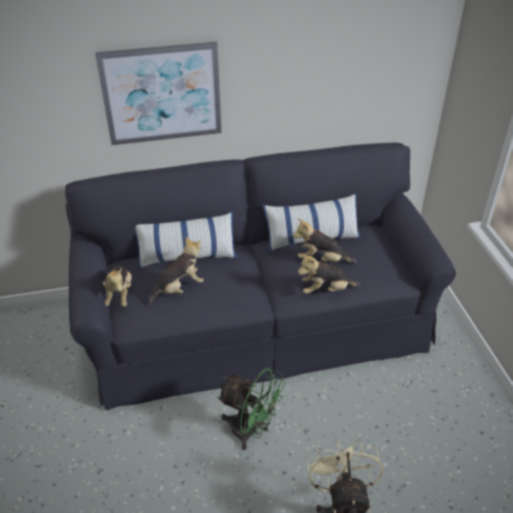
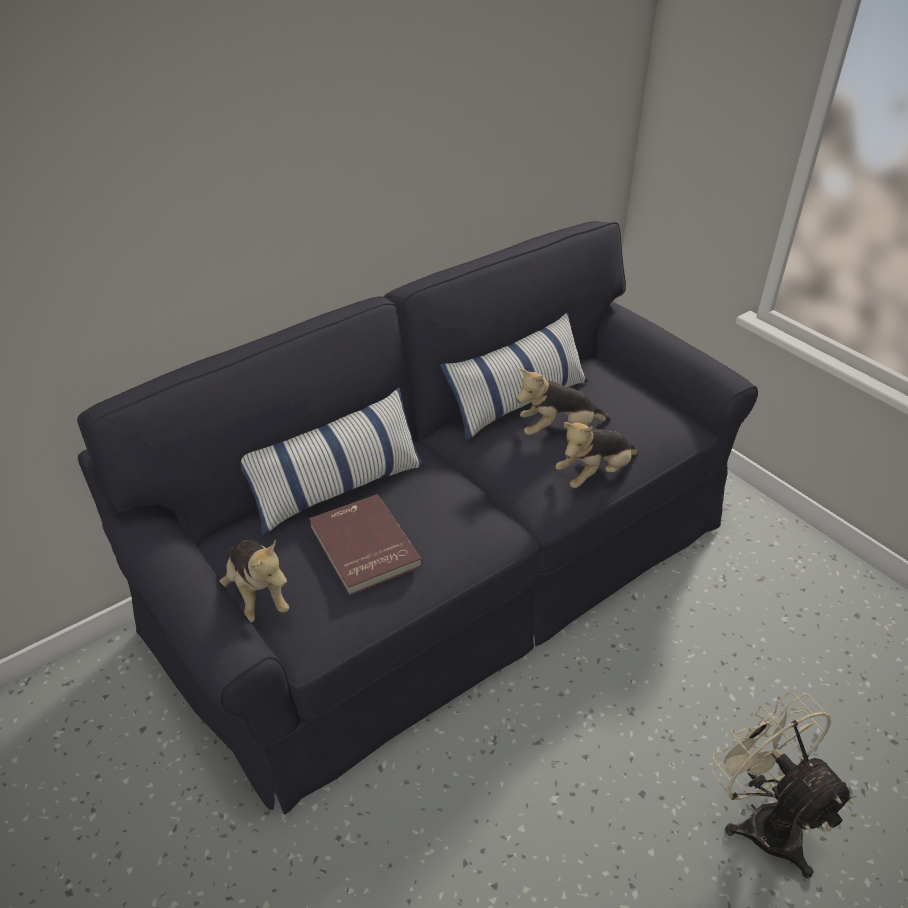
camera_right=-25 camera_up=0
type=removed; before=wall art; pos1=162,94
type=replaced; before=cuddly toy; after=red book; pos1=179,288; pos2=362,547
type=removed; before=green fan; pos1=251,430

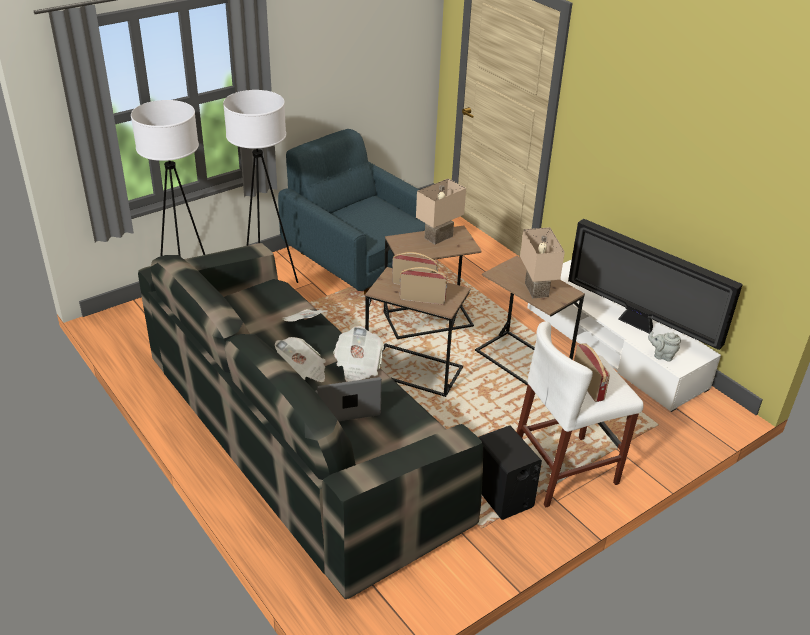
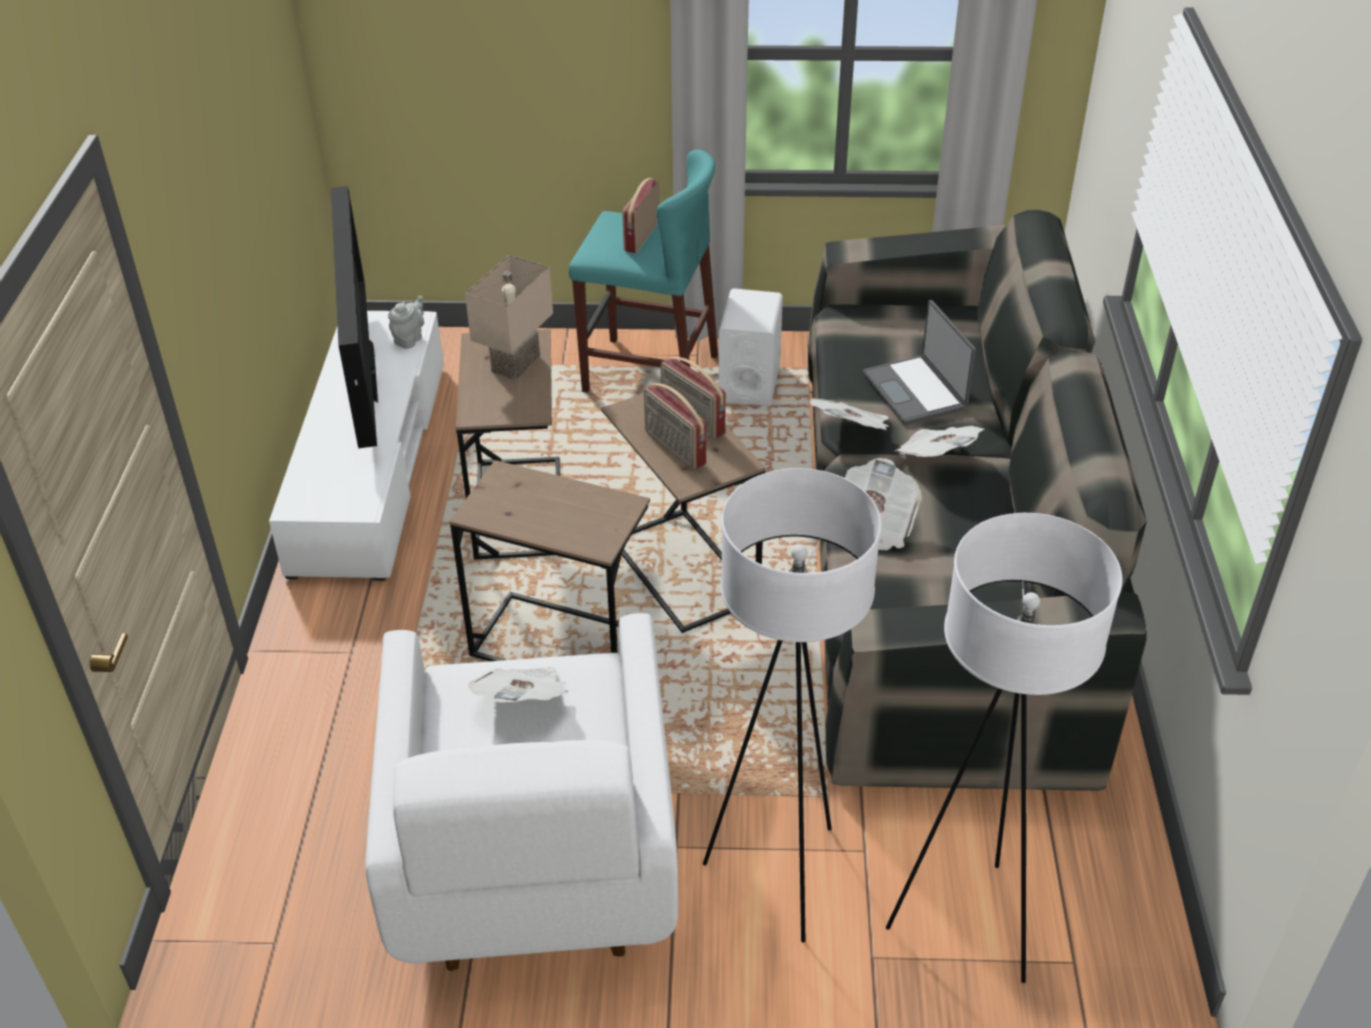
camera_right=-140 camera_up=5
type=recoloured; before=bluish armchair; after=whitish armchair; pos1=357,261; pos2=534,856
type=turned; before=portable computer; pos1=345,406; pos2=916,391; turn=45
type=removed; before=beige-coloured table lamp; pos1=438,236
type=recoloured; before=black-coloured loudspeaker; after=whitish loudspeaker; pos1=503,496; pos2=749,383
type=recoloured; before=whitish stool; after=turquoise-coloured stool; pos1=564,470; pos2=650,374
type=turned; before=greyish teapot; pos1=662,355; pos2=410,339; turn=-120
type=added; after=daily paper; pos2=524,701

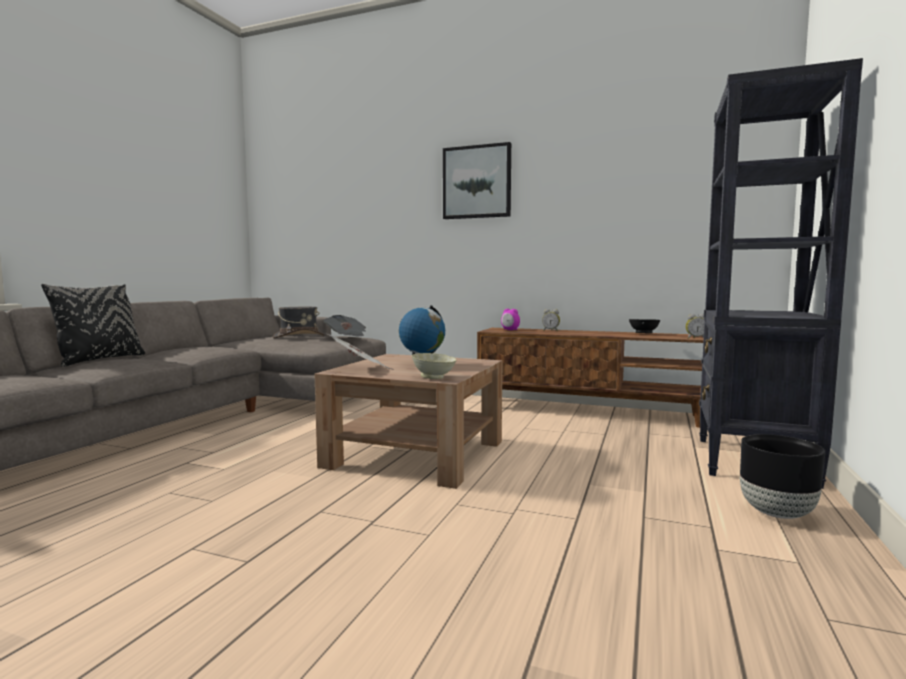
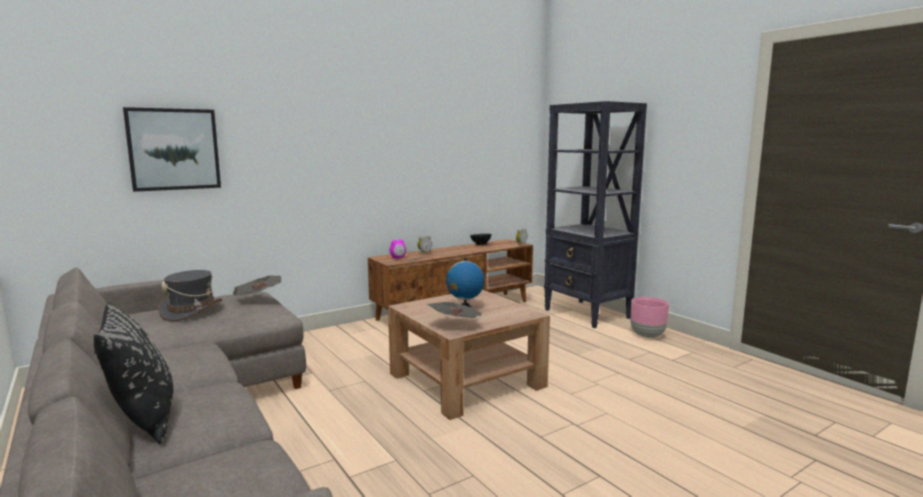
camera_right=-55 camera_up=5
type=removed; before=beige-coloured deep dish; pos1=434,377
type=moved; before=wall art; pos1=477,182; pos2=174,149
type=recoloured; before=black-coloured plant pot; after=pink-coloured plant pot; pos1=777,513; pos2=648,336

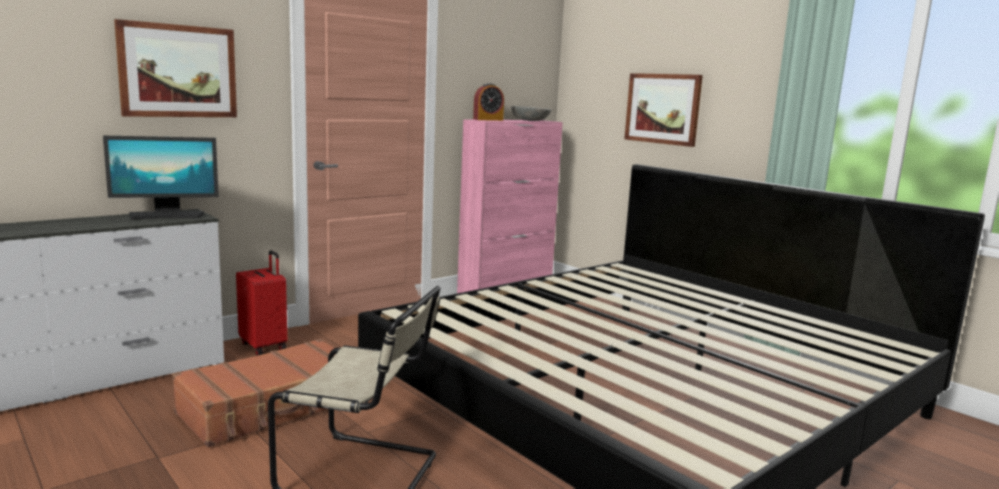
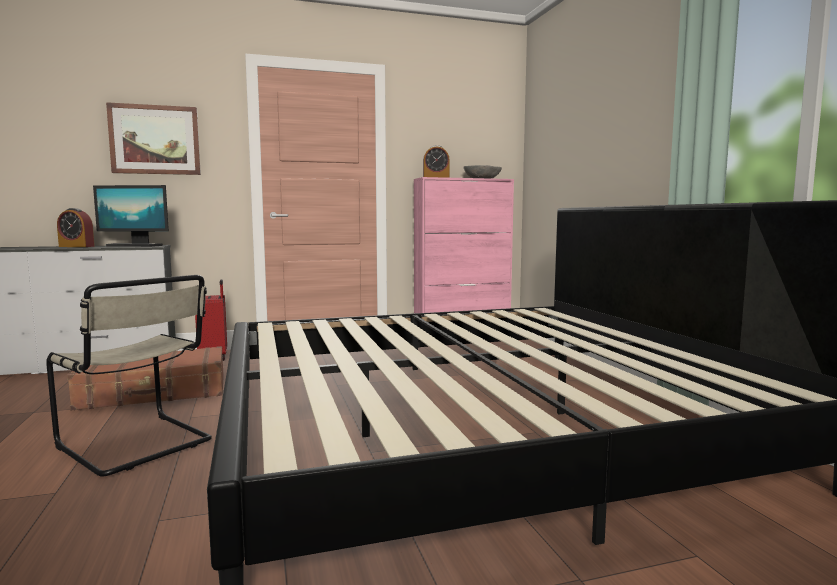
camera_right=25 camera_up=-5
type=removed; before=wall art; pos1=662,108
type=added; after=alarm clock; pos2=76,246

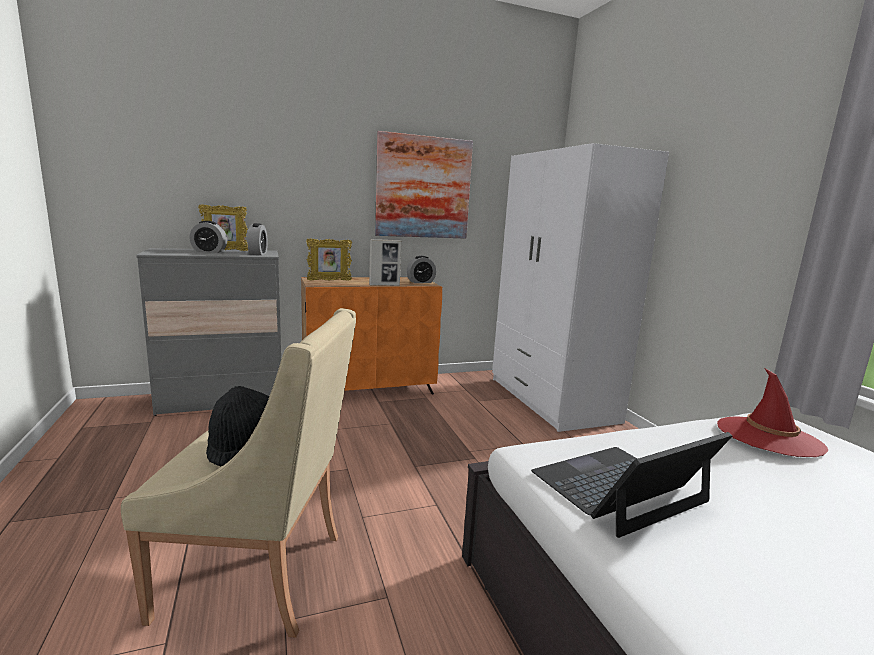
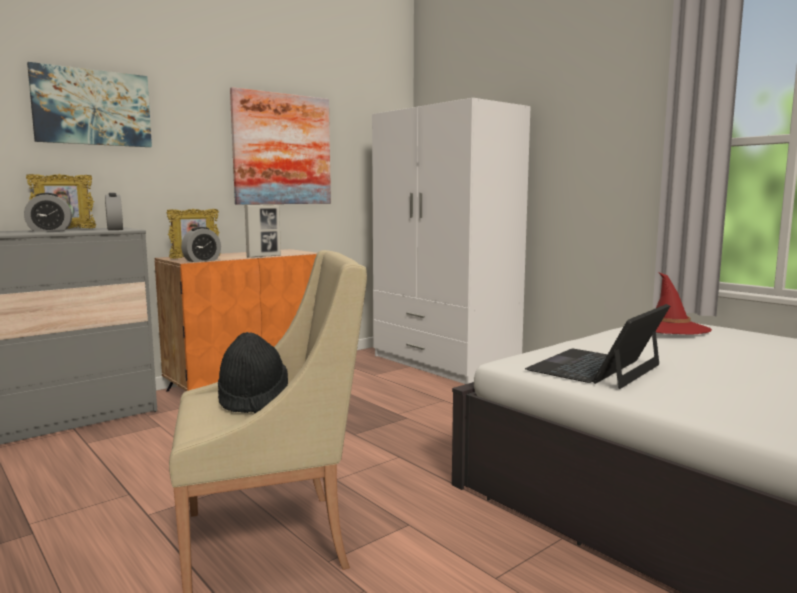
camera_right=-20 camera_up=-5
type=moved; before=alarm clock; pos1=420,282; pos2=202,260
type=added; after=wall art; pos2=92,107

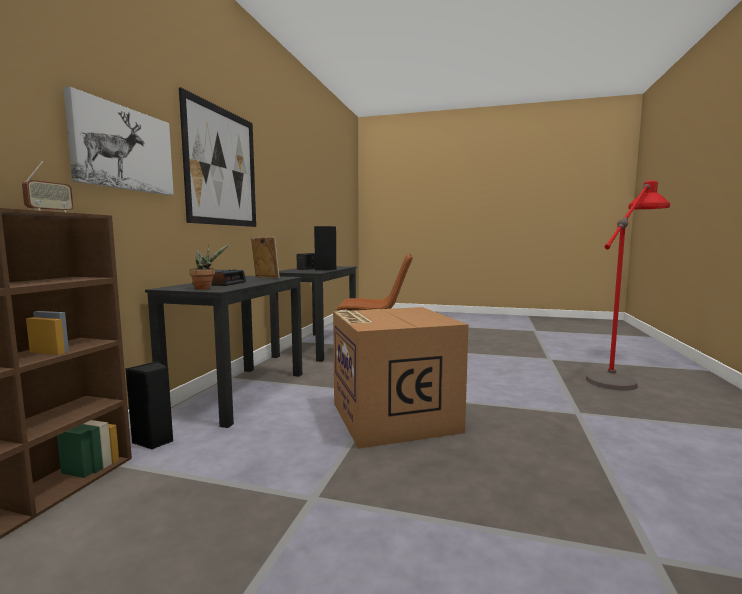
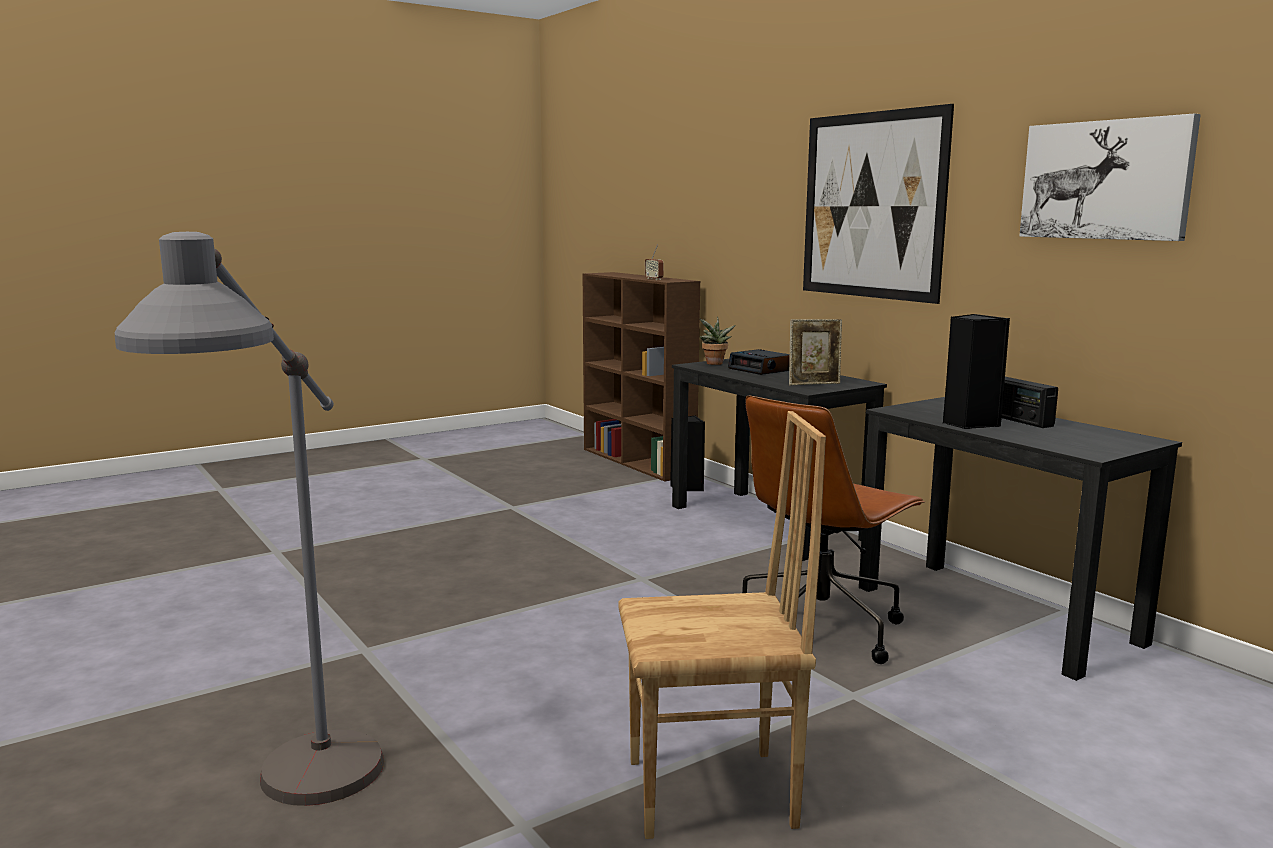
camera_right=130 camera_up=5
type=moved; before=wall art; pos1=123,149; pos2=1105,180
type=removed; before=cardboard box; pos1=392,416
type=recoloured; before=red standing lamp; after=greyish standing lamp; pos1=621,375; pos2=298,822
type=added; after=brownish upright chair; pos2=712,795

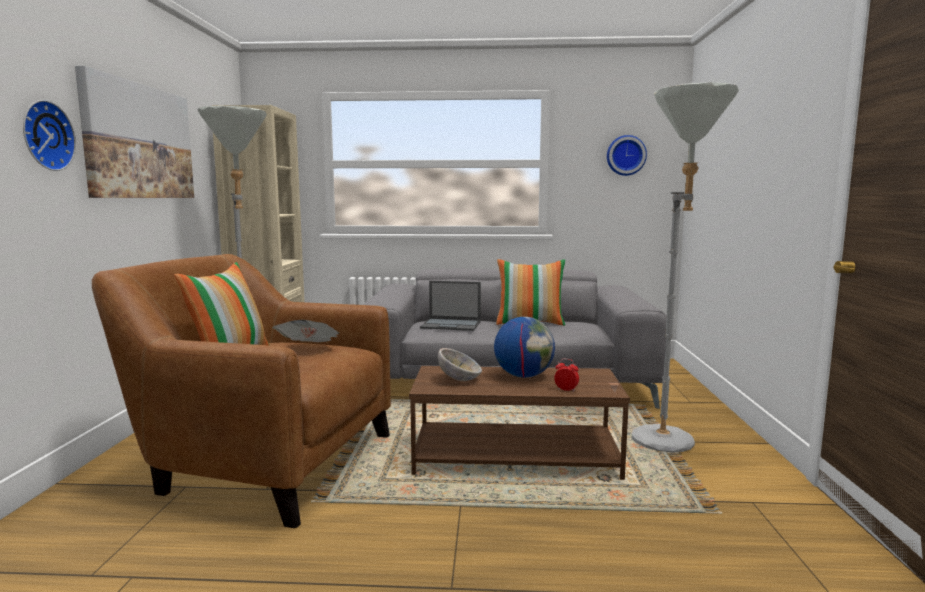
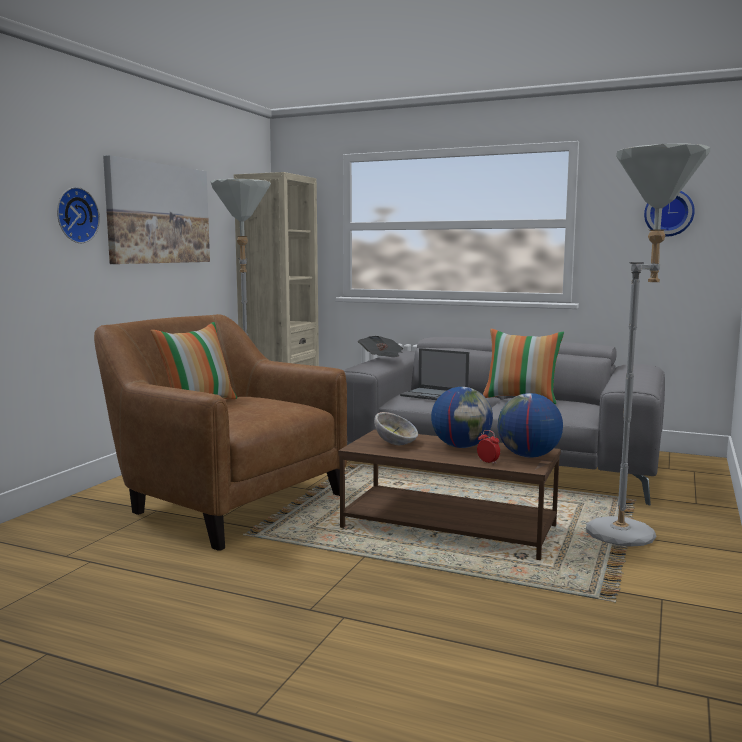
camera_right=20 camera_up=0
type=moved; before=daily paper; pos1=309,349; pos2=382,360
type=added; after=desk globe; pos2=528,456

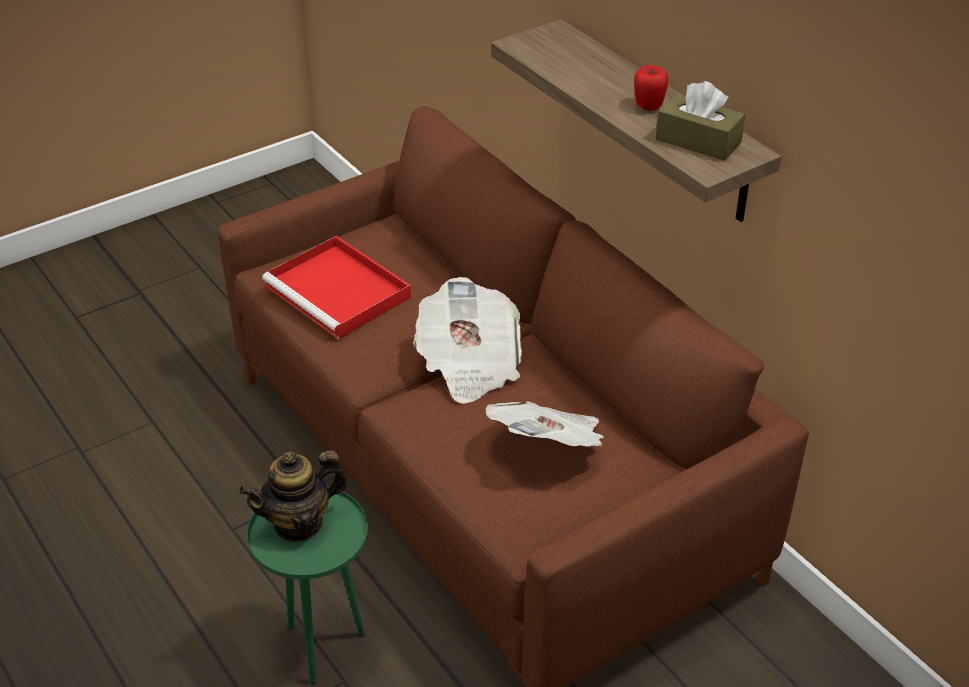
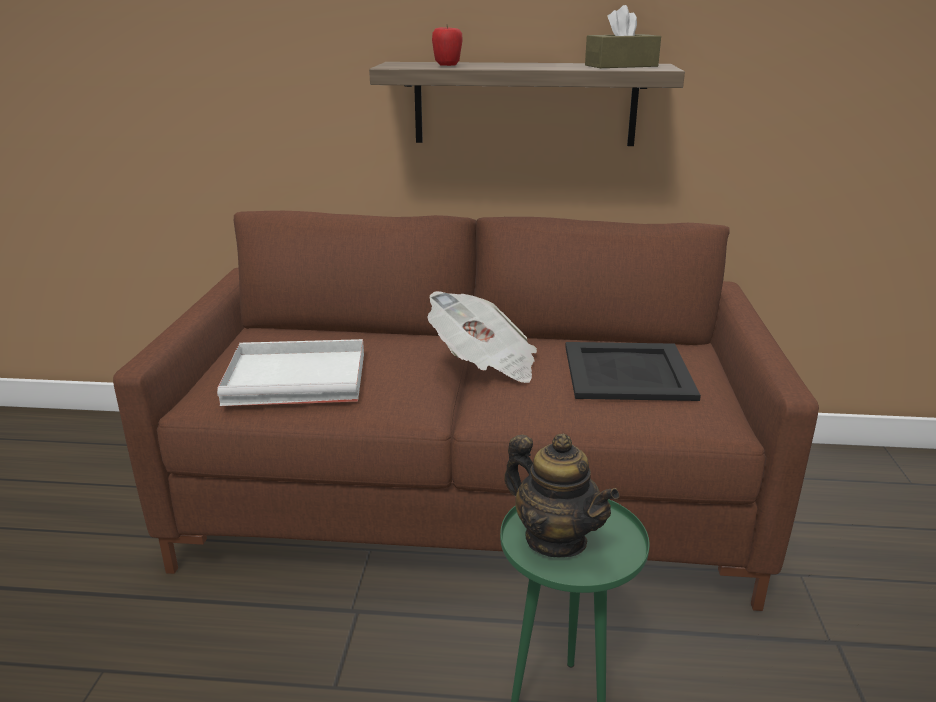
camera_right=-50 camera_up=-15
type=turned; before=teapot; pos1=299,523; pos2=555,539; turn=-60
type=recoloured; before=red serving tray; after=whitish serving tray; pos1=340,292; pos2=299,378
type=replaced; before=daily paper; after=black-coloured serving tray; pos1=549,446; pos2=626,371
type=moved; before=apple; pos1=648,106; pos2=447,66

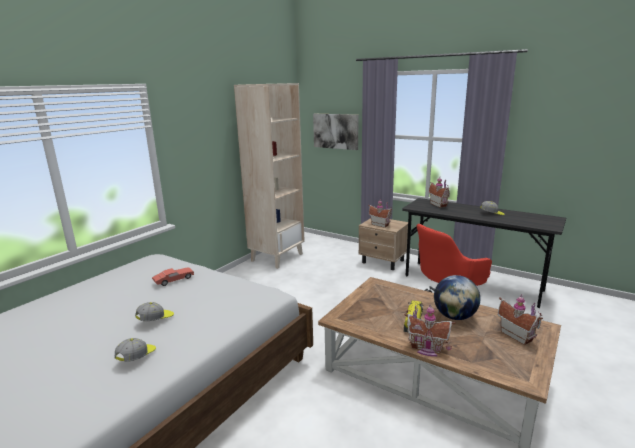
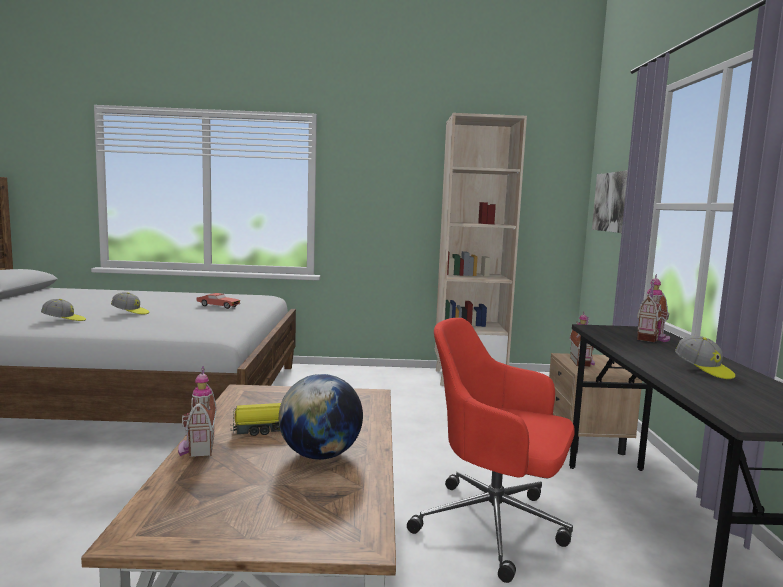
camera_right=55 camera_up=-10
type=removed; before=miniature house; pos1=517,335

